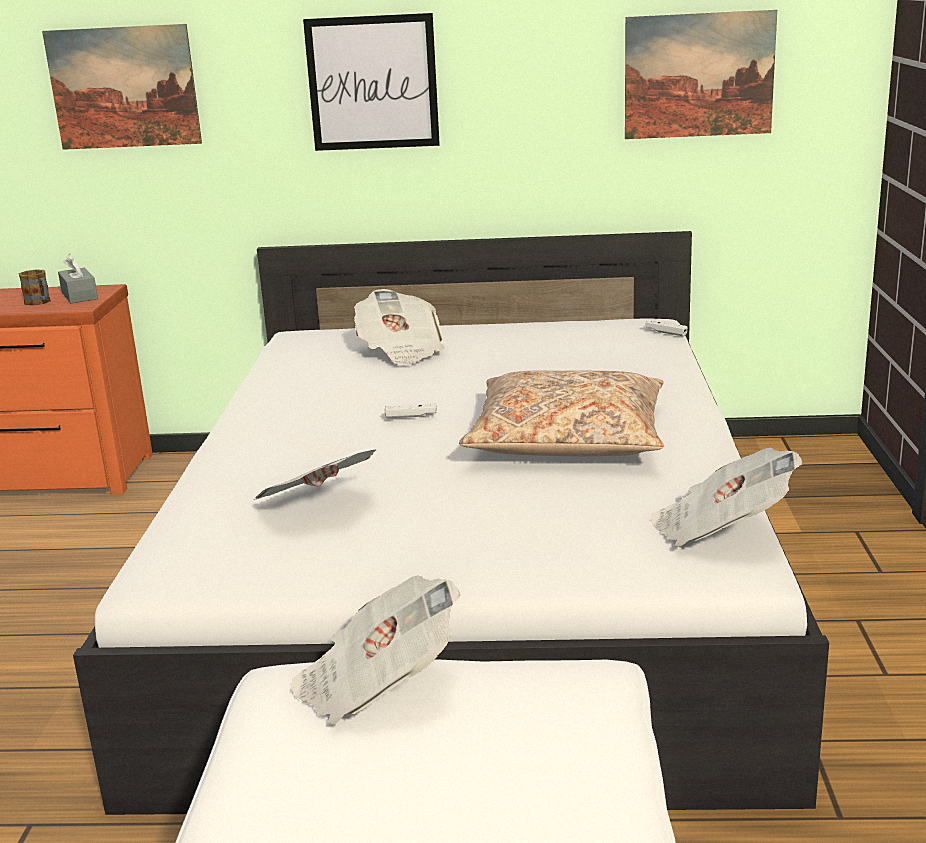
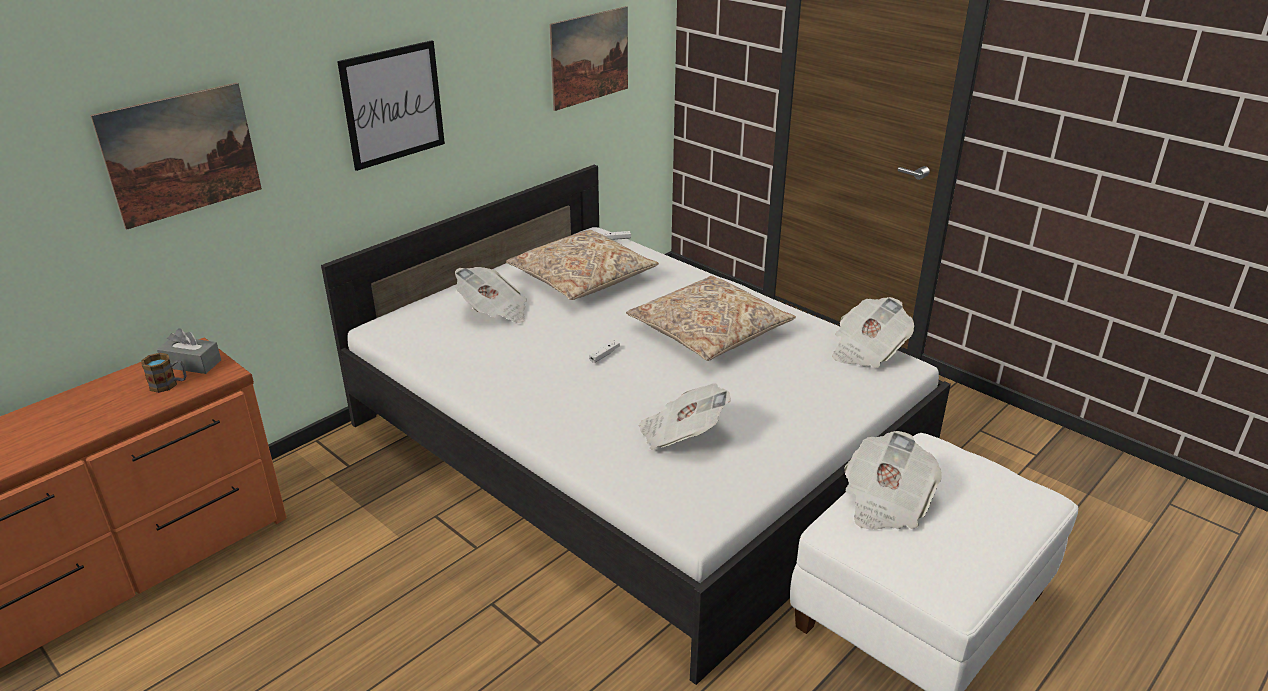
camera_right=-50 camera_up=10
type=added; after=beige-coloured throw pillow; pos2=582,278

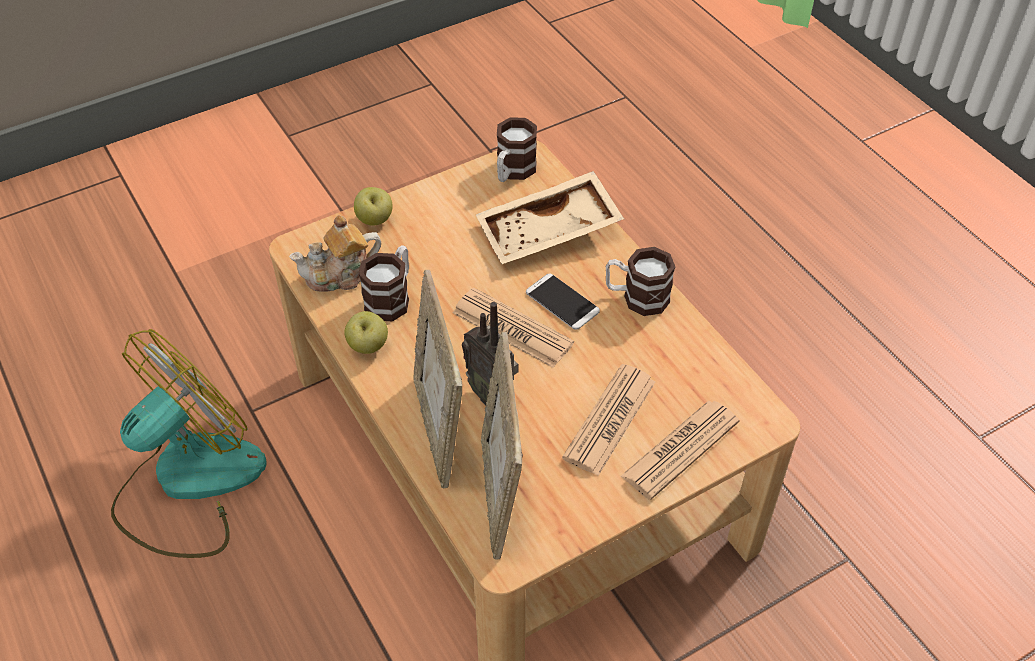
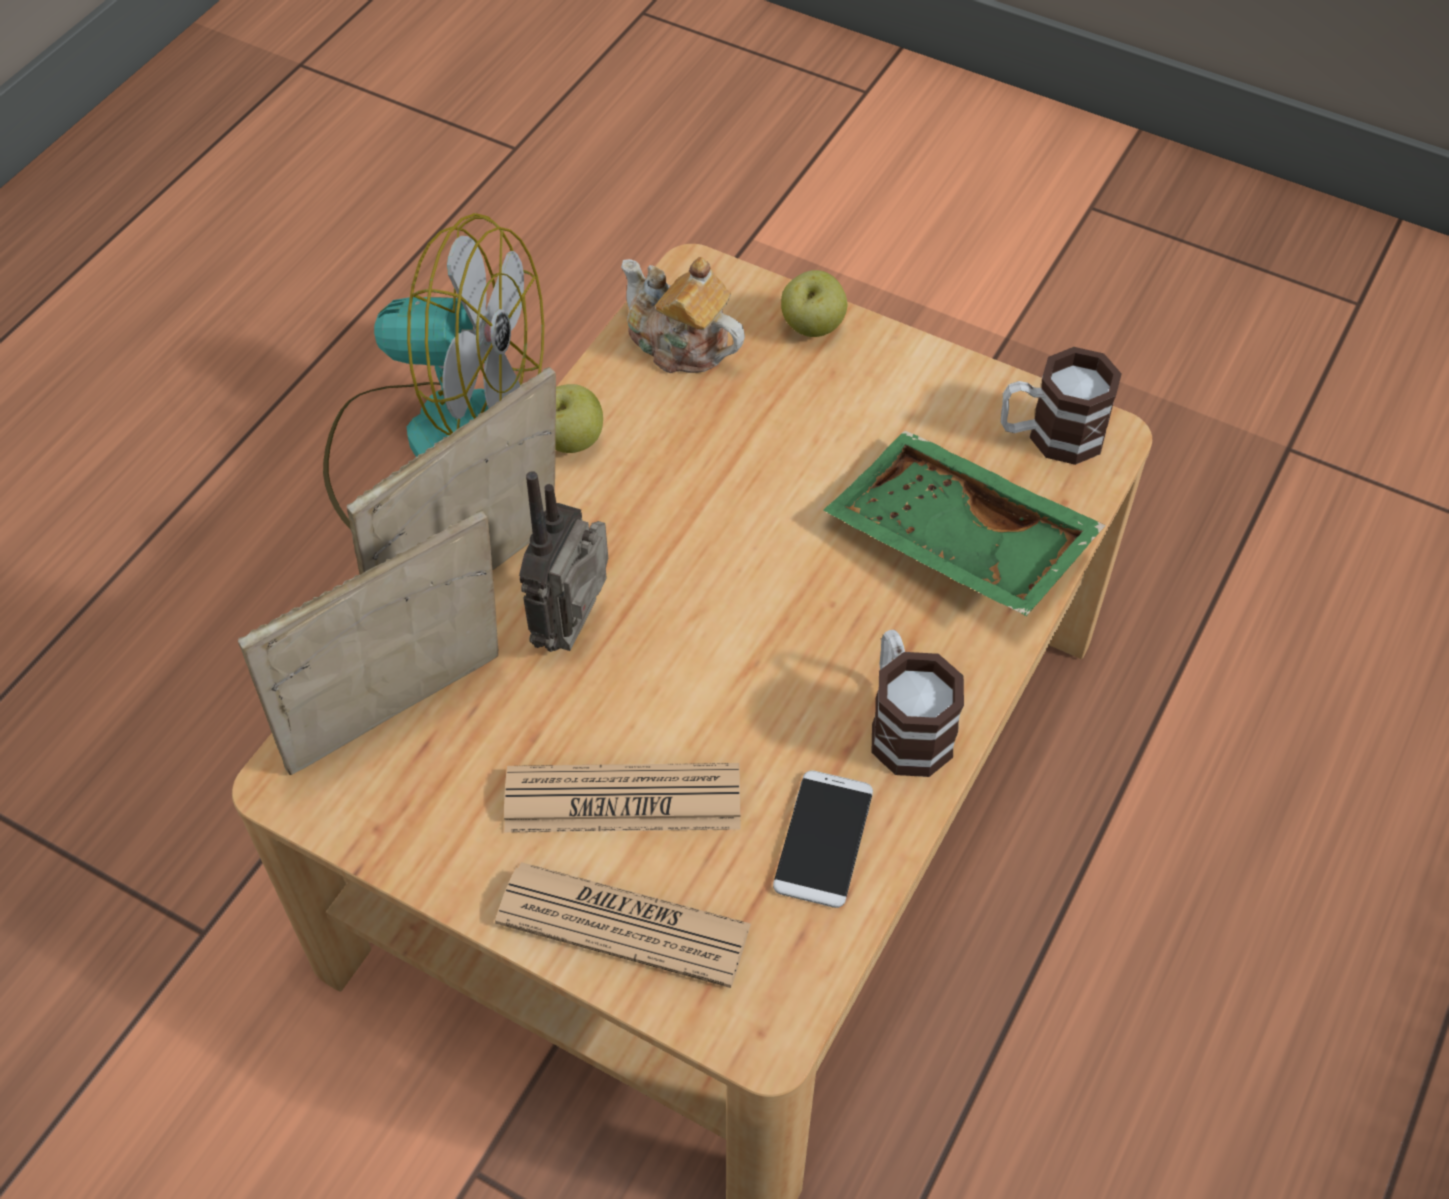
camera_right=60 camera_up=5
type=removed; before=tea mug; pos1=392,297
type=removed; before=daily paper; pos1=512,328
type=recoloured; before=beige-coloured serving tray; after=green serving tray; pos1=549,233; pos2=955,544
type=moved; before=handset; pos1=562,302; pos2=823,839

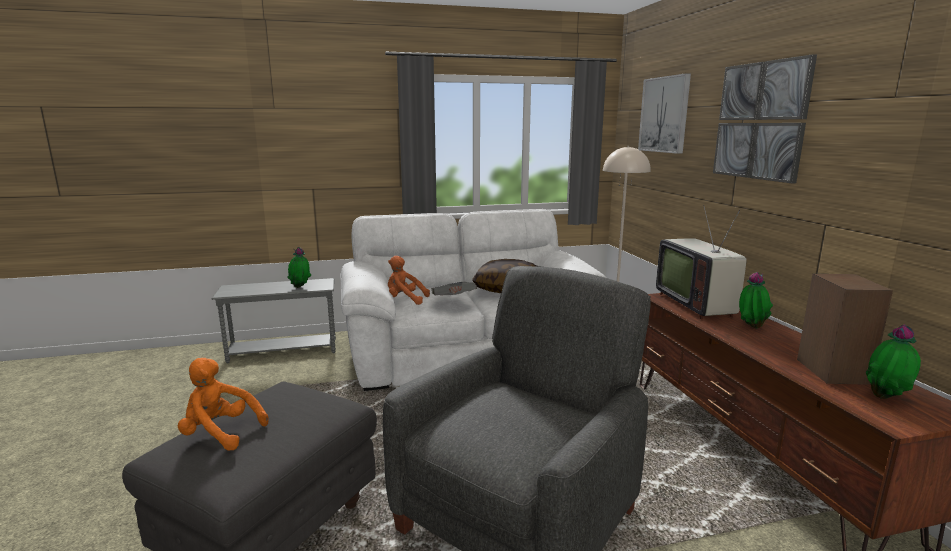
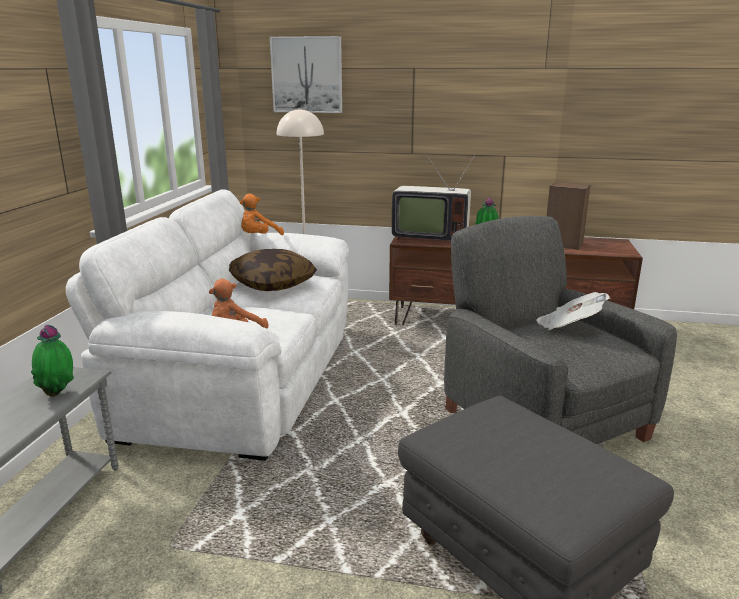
camera_right=-65 camera_up=5
type=moved; before=orange-coloured cuddly toy; pos1=220,433; pos2=259,237
type=moved; before=daily paper; pos1=454,301; pos2=568,327
type=removed; before=wall art; pos1=760,121
type=removed; before=potted plant; pos1=886,398

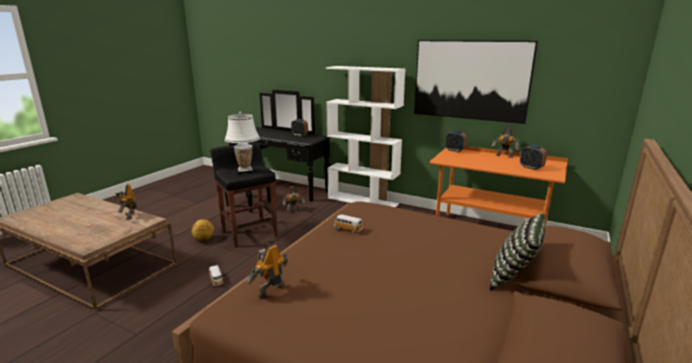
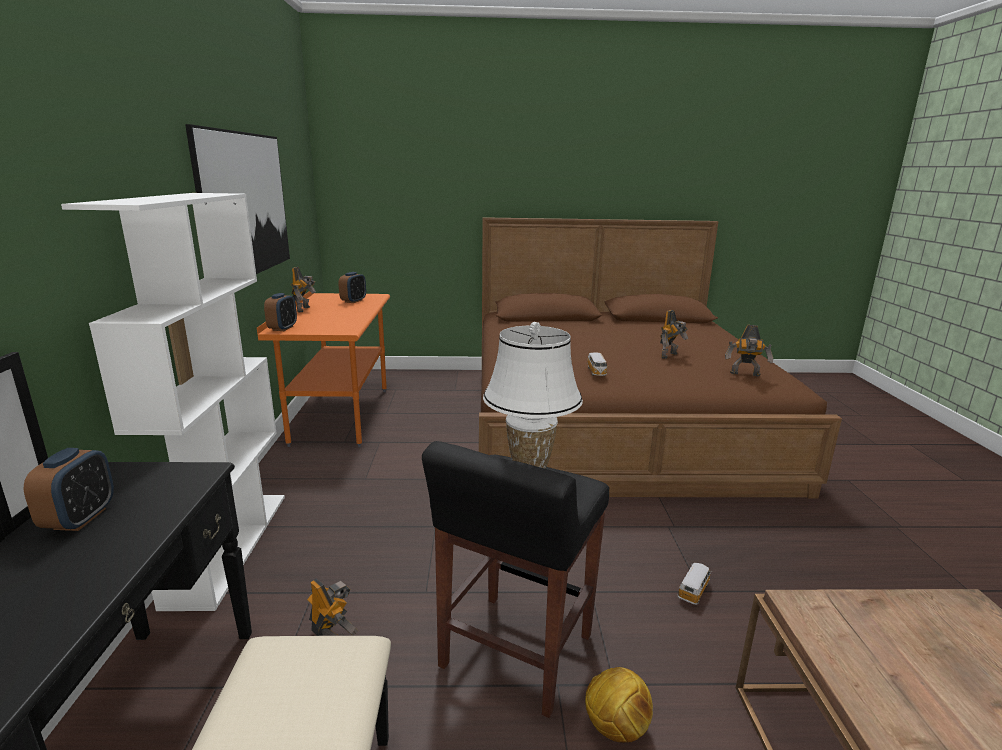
camera_right=-120 camera_up=0
type=moved; before=model robot; pos1=129,216; pos2=670,356
type=removed; before=throw pillow; pos1=514,277

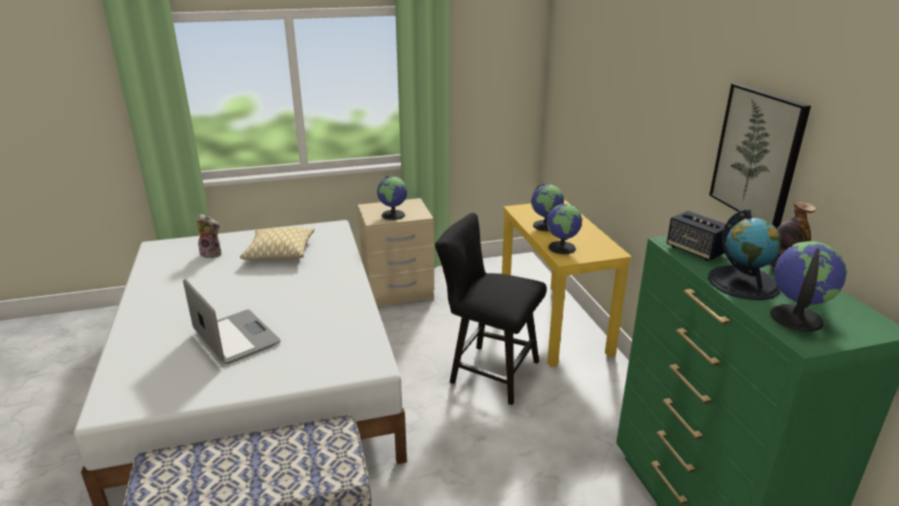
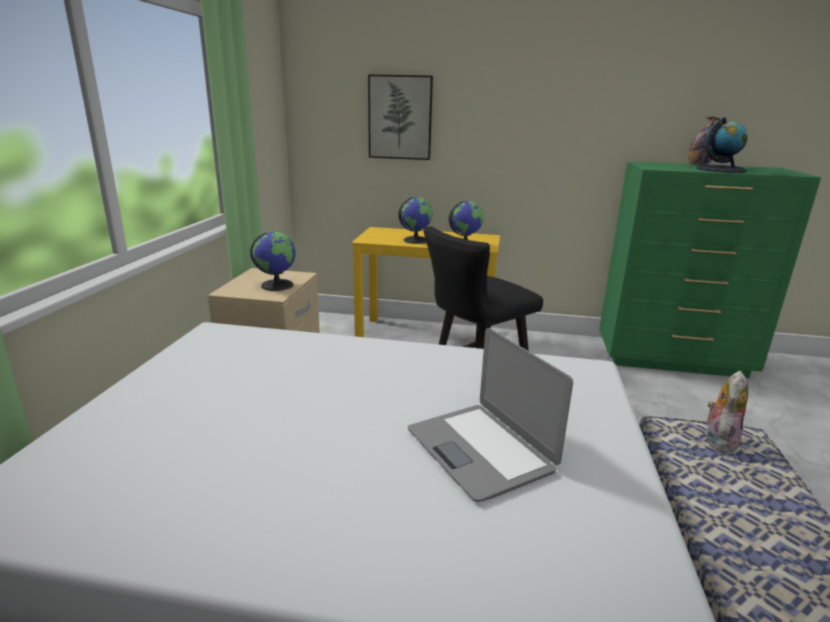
camera_right=-65 camera_up=-5
type=turned; before=portable computer; pos1=235,338; pos2=480,450; turn=-105
type=moved; before=cuddly toy; pos1=212,253; pos2=718,440
type=removed; before=throw pillow; pos1=279,252
type=removed; before=loudspeaker; pos1=695,251
type=moved; before=wall art; pos1=758,155; pos2=400,117
type=removed; before=desk globe; pos1=795,318

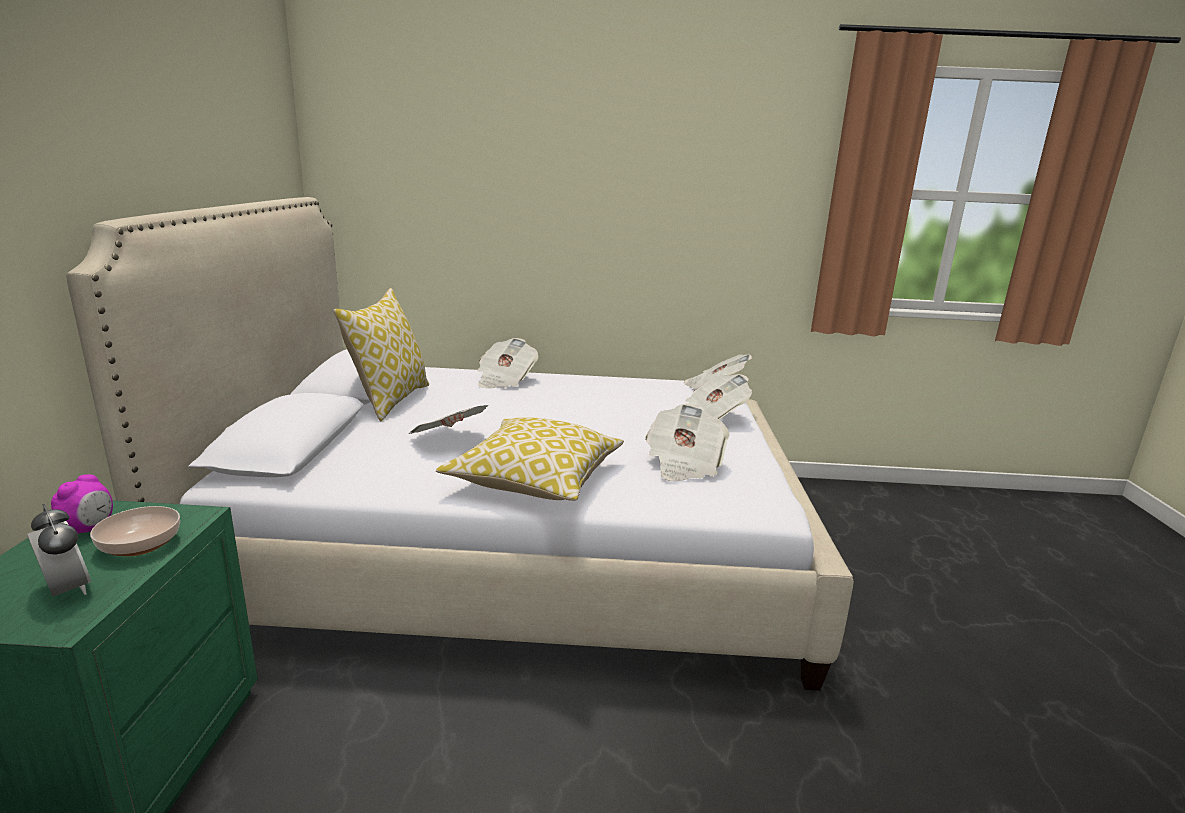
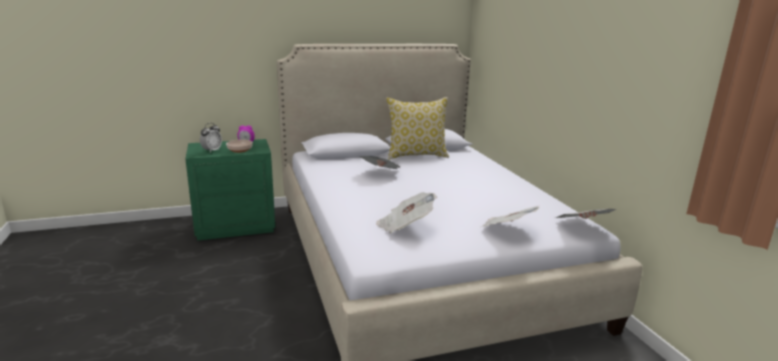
camera_right=70 camera_up=0
type=removed; before=throw pillow; pos1=535,479
type=removed; before=daily paper; pos1=505,380

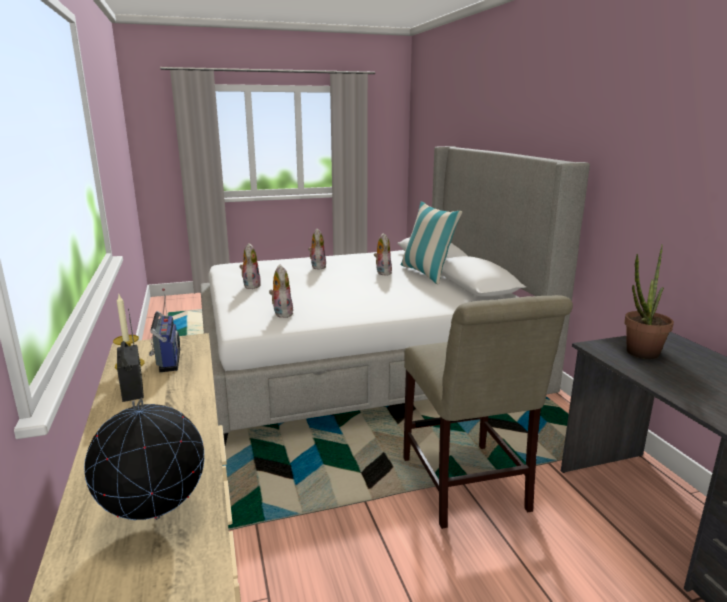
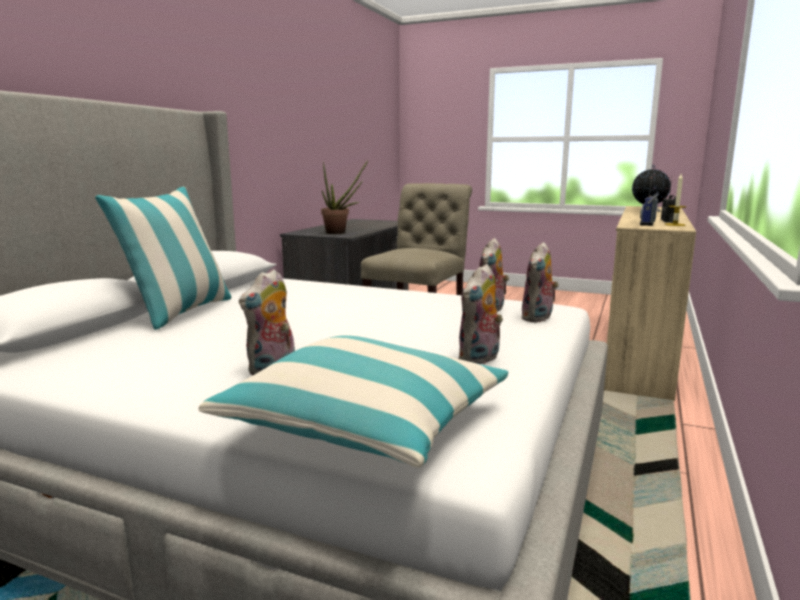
camera_right=-140 camera_up=-5
type=moved; before=cuddly toy; pos1=382,272; pos2=538,318
type=added; after=throw pillow; pos2=366,423

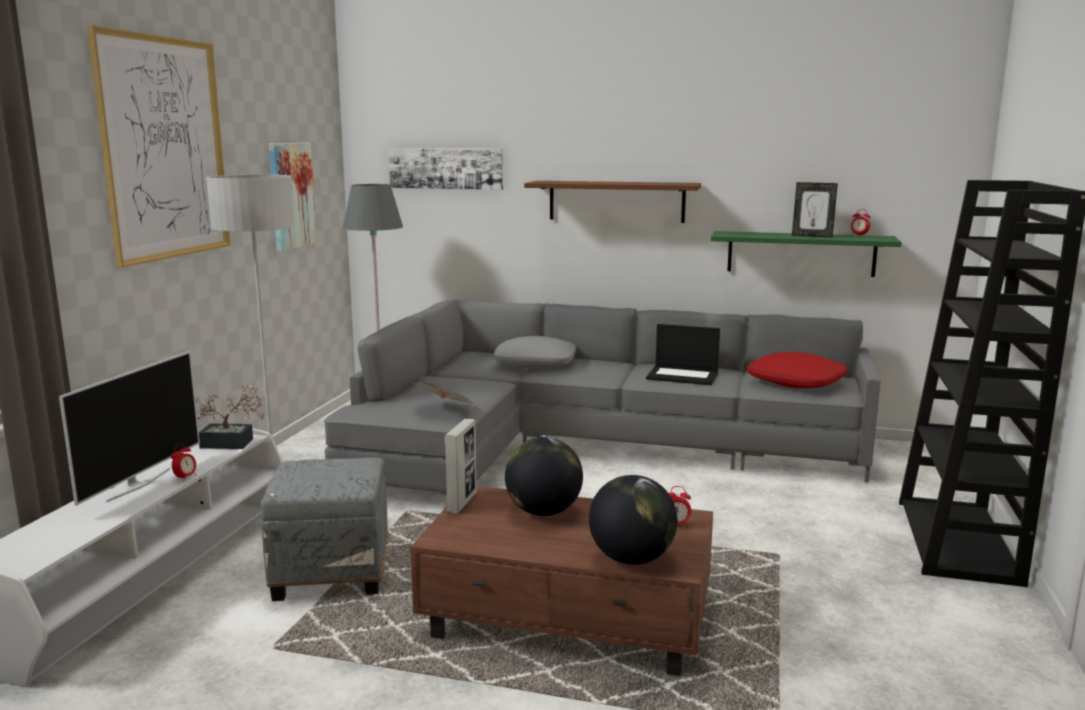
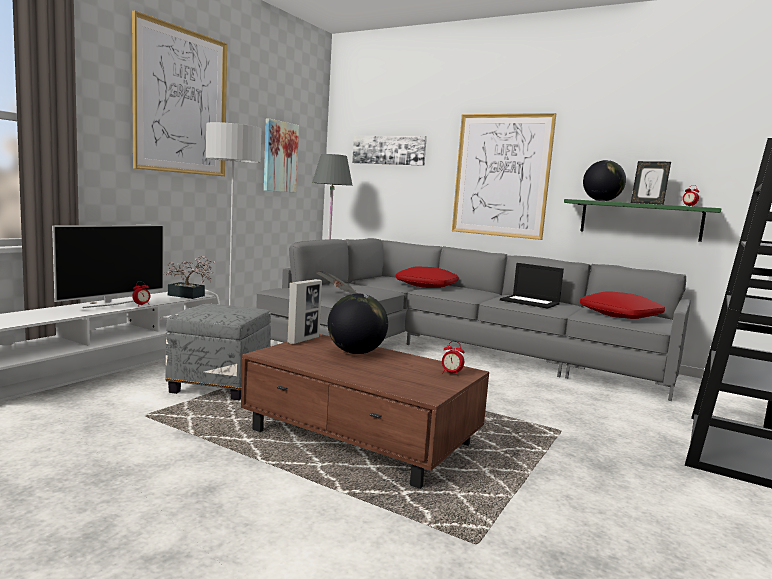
camera_right=15 camera_up=-5
type=recoloured; before=greyish throw pillow; after=red throw pillow; pos1=535,363; pos2=427,285
type=replaced; before=brownish shelf; after=wall art; pos1=616,201; pos2=501,175
type=moved; before=desk globe; pos1=631,559; pos2=601,201

